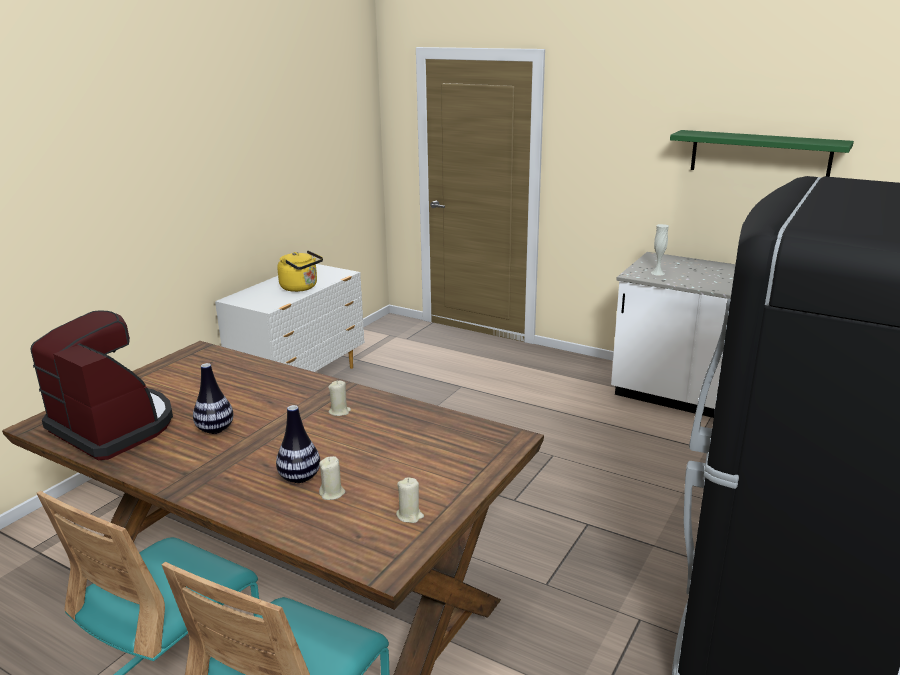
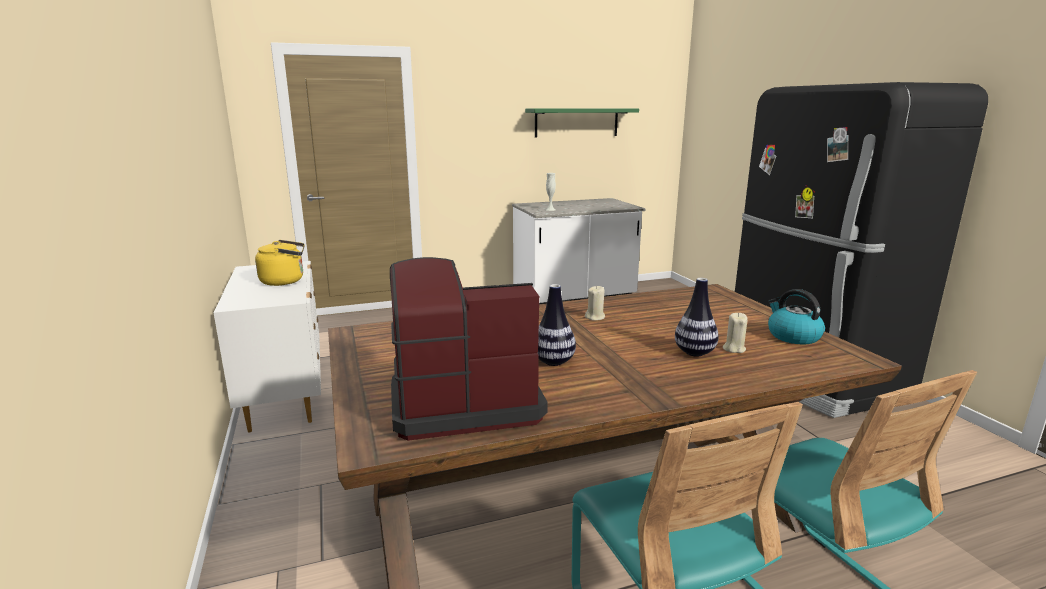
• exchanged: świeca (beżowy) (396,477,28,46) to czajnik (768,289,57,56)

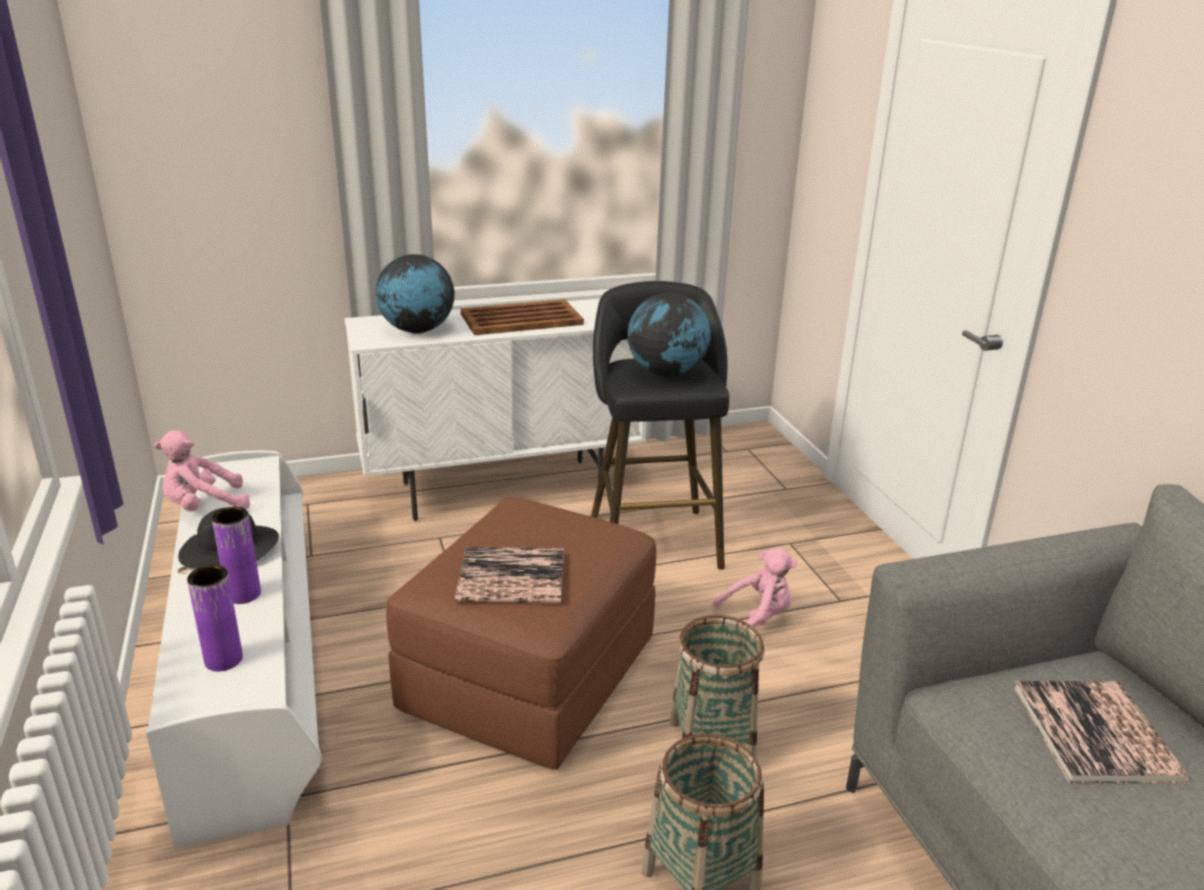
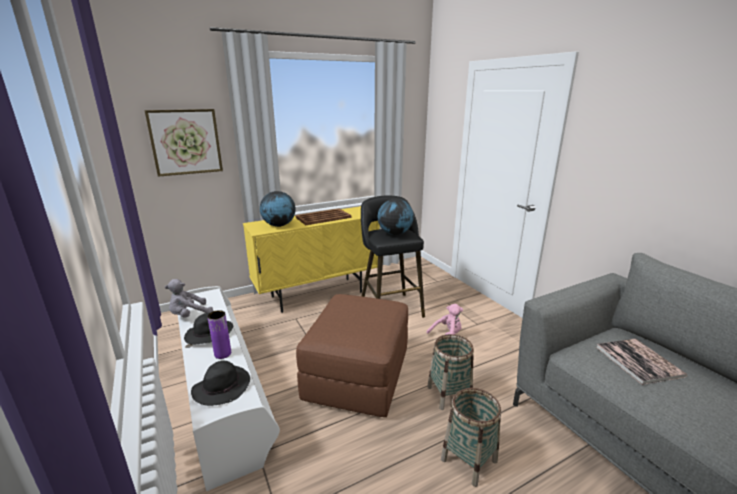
• appeared: obraz (145,109,78,68)
• colour: pluszak (różowy) (154,430,96,81) to pluszak (szary) (165,279,48,39)
• exchanged: wazon (fioletowy) (187,565,56,106) to kapelusz (czarny) (191,361,59,45)
• colour: szafka (biały) (344,299,302,222) to szafka (żółty) (243,206,137,107)
• missing: książka (455,547,109,56)

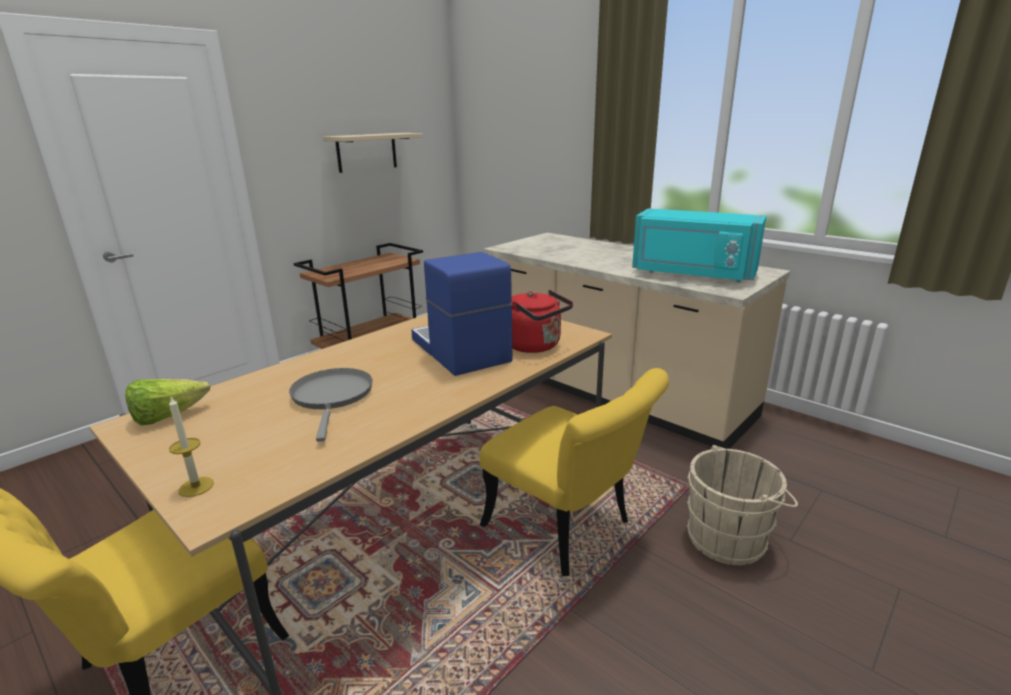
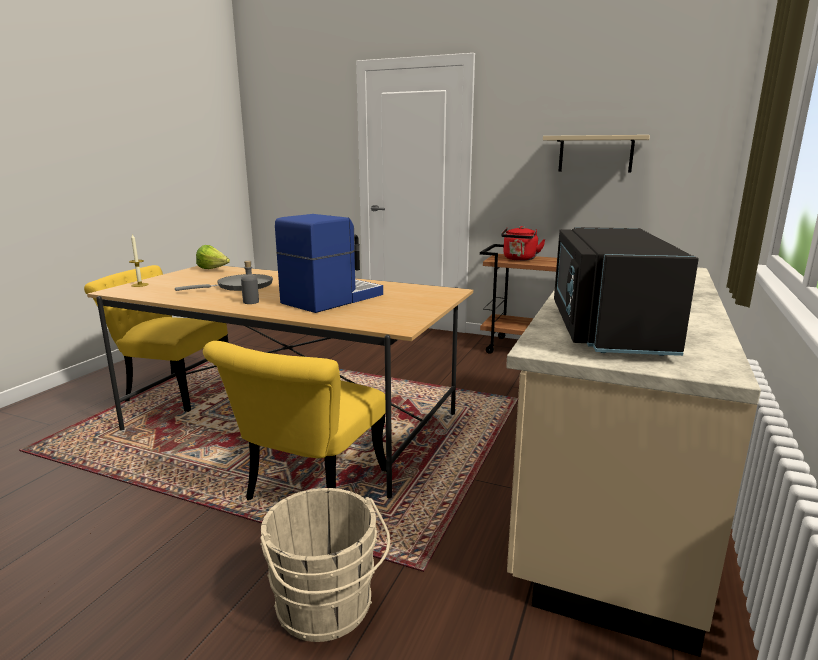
• appeared: butelka (szary) (241,261,18,43)
• relocated: czajnik (czerwony) (512,290,61,63) to (501,226,45,35)
• colour: mikrofalówka (turkusowy) (632,209,135,73) to mikrofalówka (czarny) (554,227,145,129)

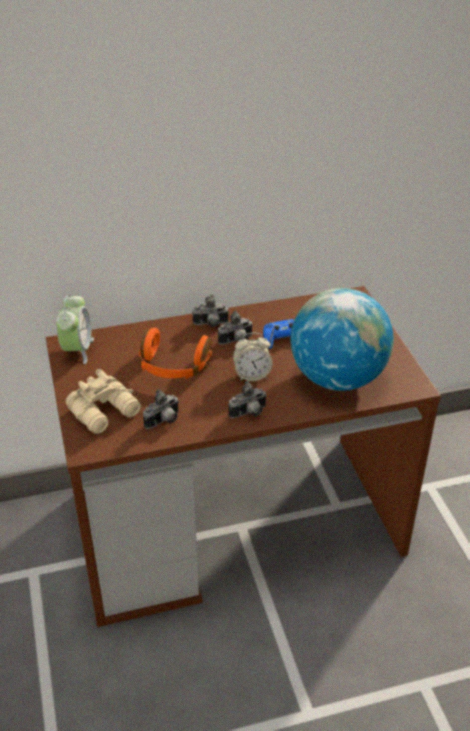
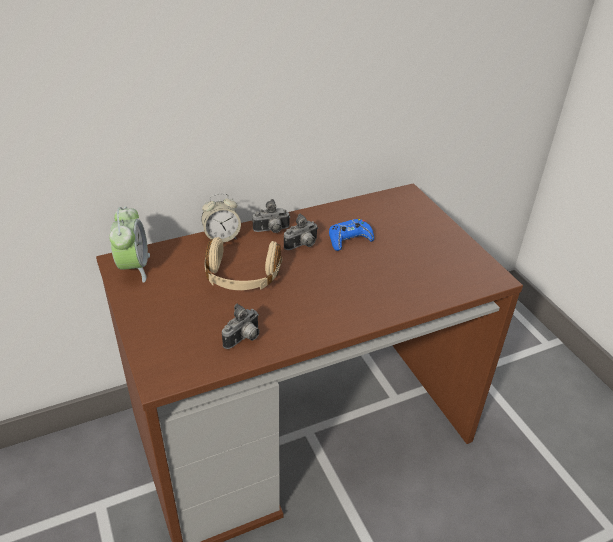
• relocated: budzik (233,333,40,48) to (201,193,40,49)
• colour: słuchawki (pomarańczowy) (139,328,73,51) to słuchawki (beżowy) (204,237,78,53)
• missing: lornetka (beżowy) (66,369,75,65)
• missing: aparat fotograficzny (229,381,38,37)
• missing: globus (291,288,103,103)

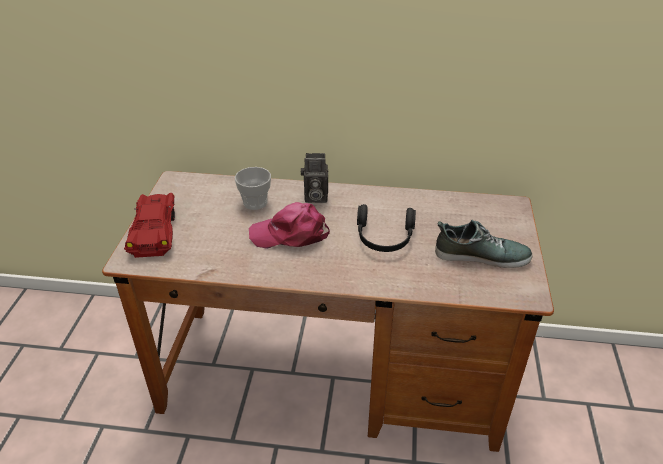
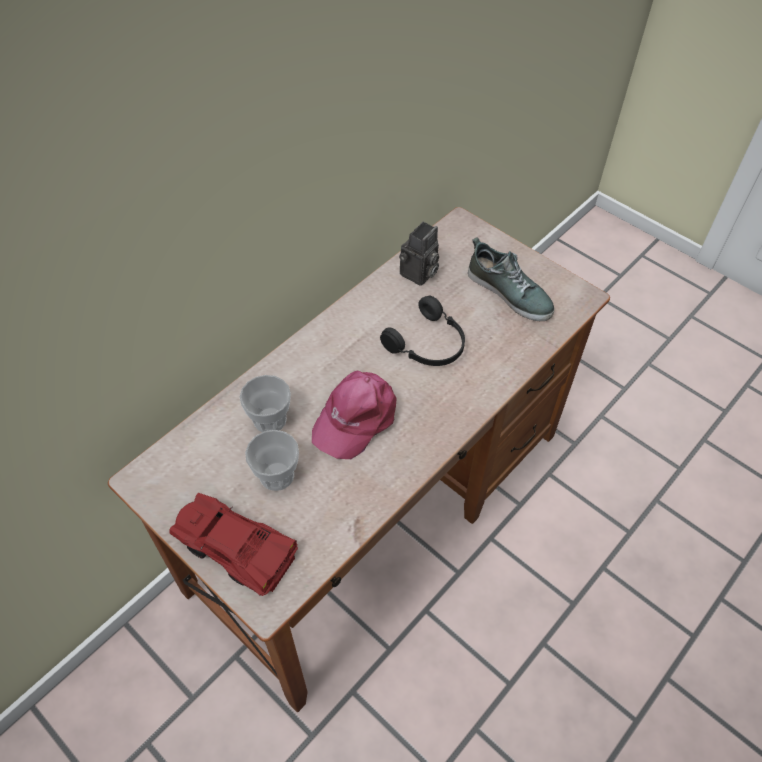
• appeared: filiżanka (245,430,54,61)
• relocated: aparat fotograficzny (301,153,27,50) to (399,222,40,64)
• spun: but (435,220,98,48) = (468,237,86,84) 90 degrees clockwise

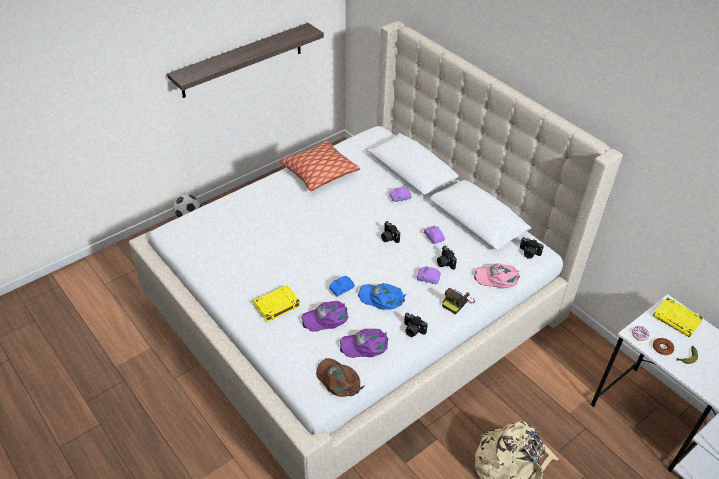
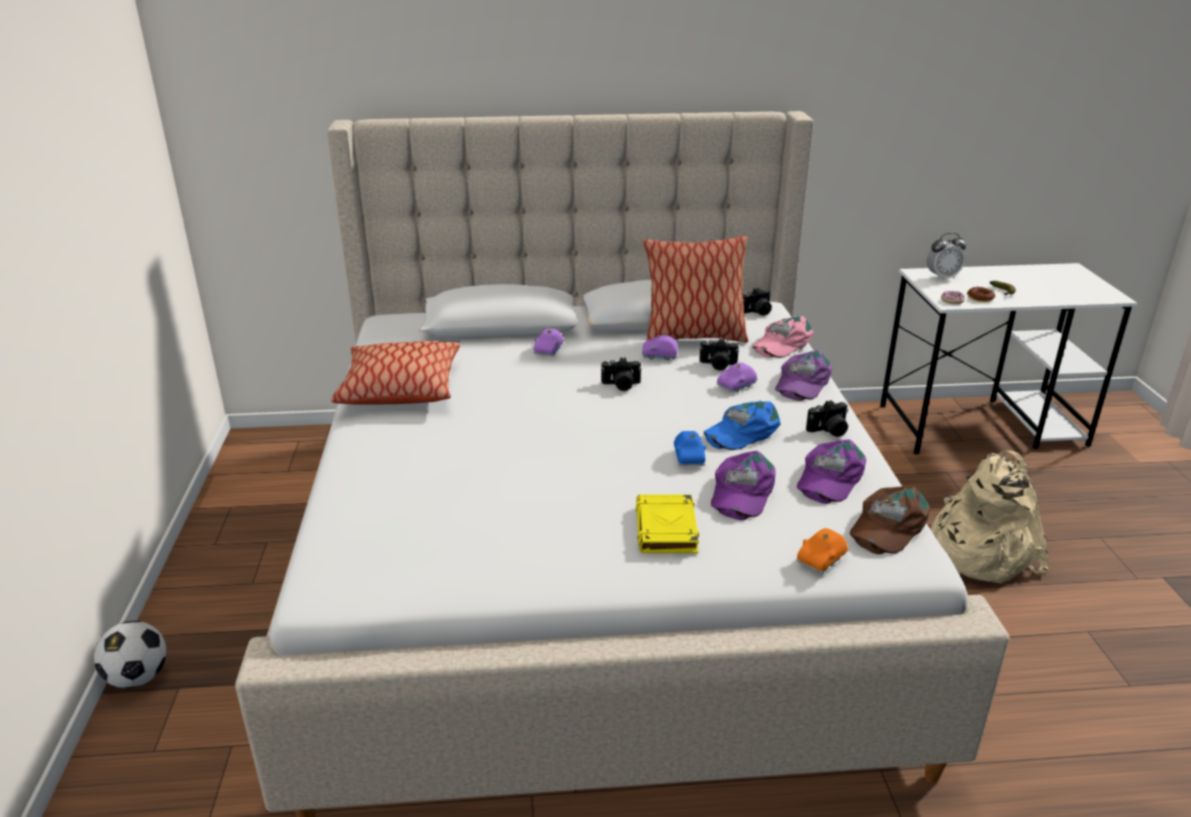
• appeared: poduszka (643,236,105,106)
• exchanged: aparat fotograficzny (442,288,33,26) to czapka z daszkiem (fioletowy) (775,350,57,51)
• appeared: samochodzik (pomarańczowy) (796,528,52,46)
• spun: czapka z daszkiem (brązowy) (316,358,49,39) = (850,486,81,68) 45 degrees counterclockwise
• exchanged: książka (żółty) (653,297,51,41) to budzik (927,233,39,47)
• missing: półka (167,23,157,75)

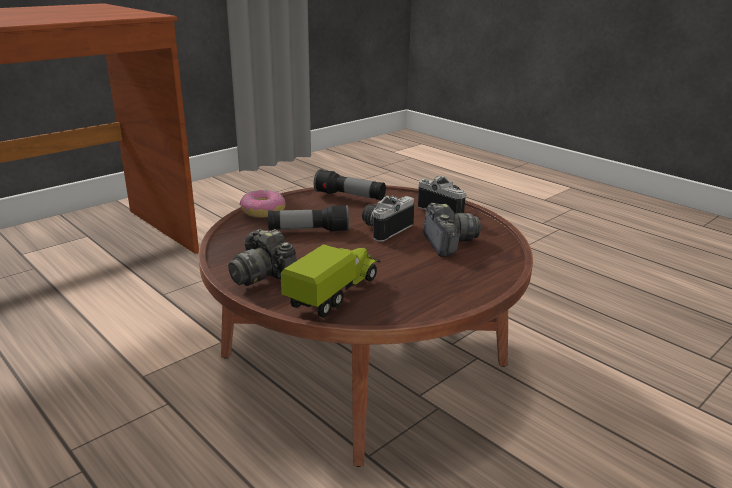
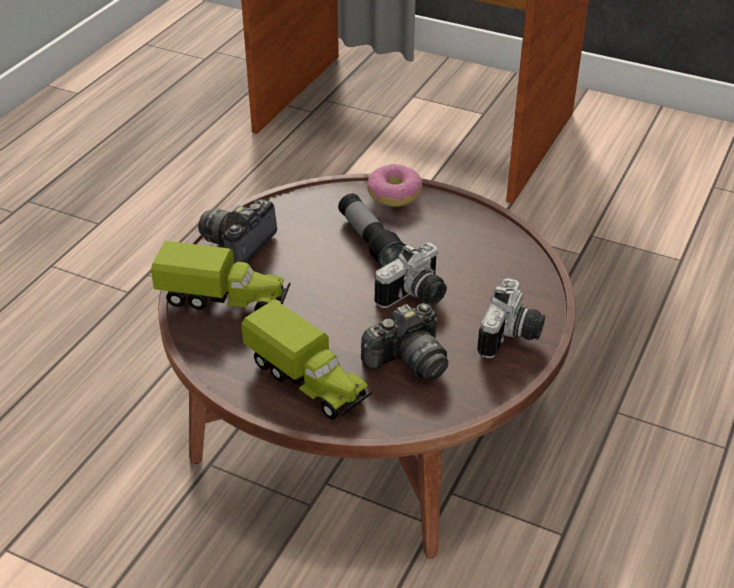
• appeared: ciężarówka zabawkowa (241,299,131,121)
• spun: aparat fotograficzny (362,195,53,47) = (375,243,72,65) 120 degrees clockwise
• missing: latarka (314,169,72,31)

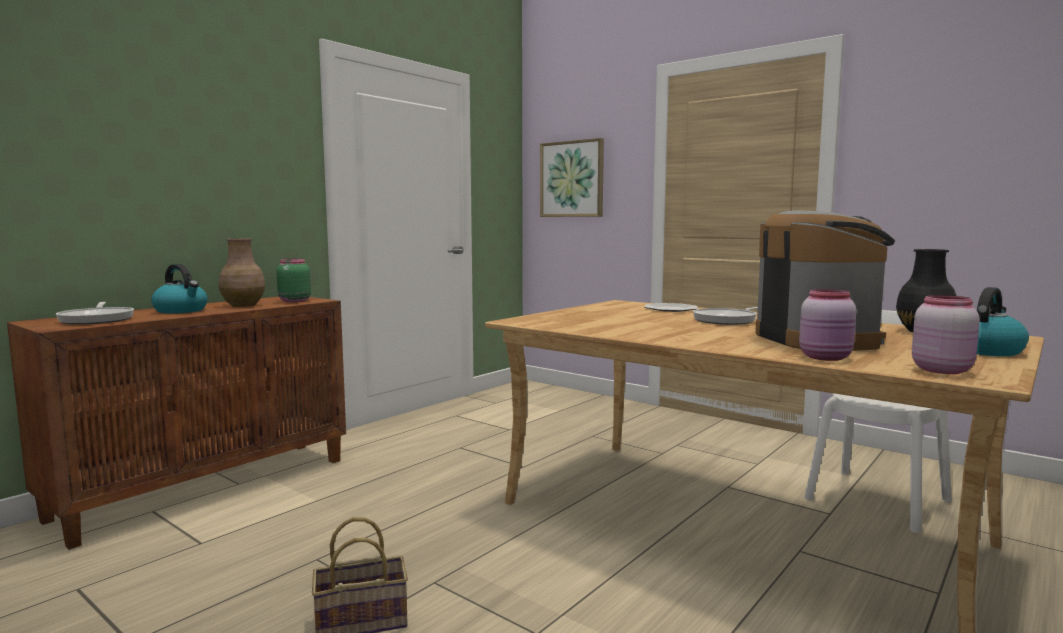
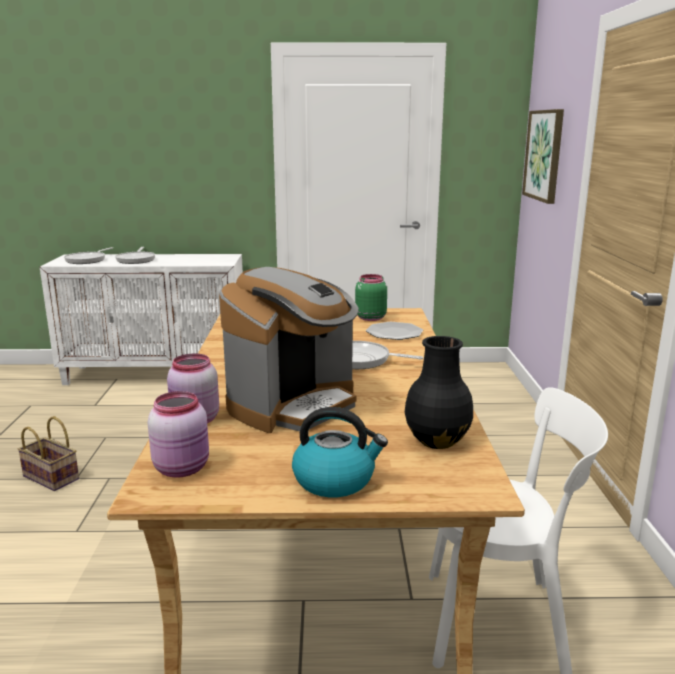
• colour: szafka (brązowy) (7,297,339,253) to szafka (biały) (40,254,203,131)
• exchanged: czajnik (151,264,57,50) to patelnia (115,247,40,17)
• relocated: słoik (zielony) (276,259,35,44) to (355,274,32,47)
• missing: wazon (brązowy) (219,238,46,69)

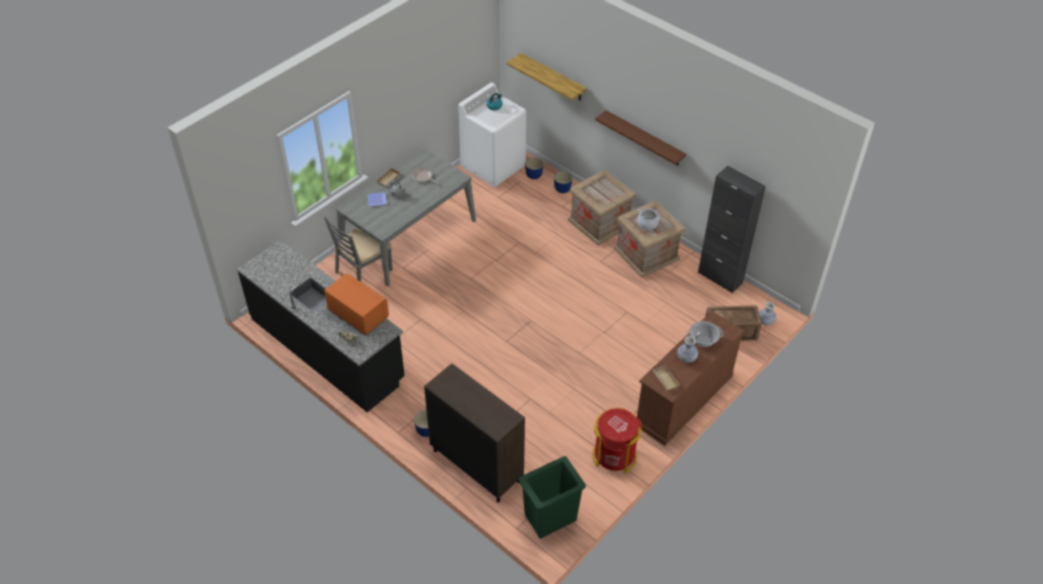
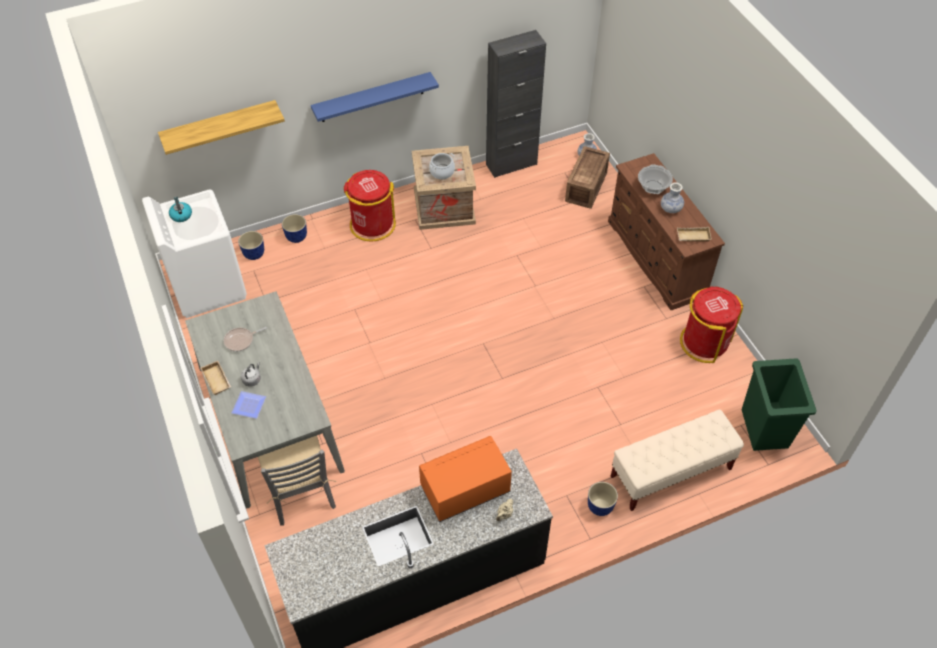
• colour: półka (brązowy) (595,110,91,56) to półka (niebieski) (311,72,128,50)
• exchanged: skrzynka (568,169,68,77) to kosz na śmieci (czerwony) (344,170,52,72)
• exchanged: szafka (brązowy) (424,363,101,140) to ławka (beżowy) (611,409,133,102)

